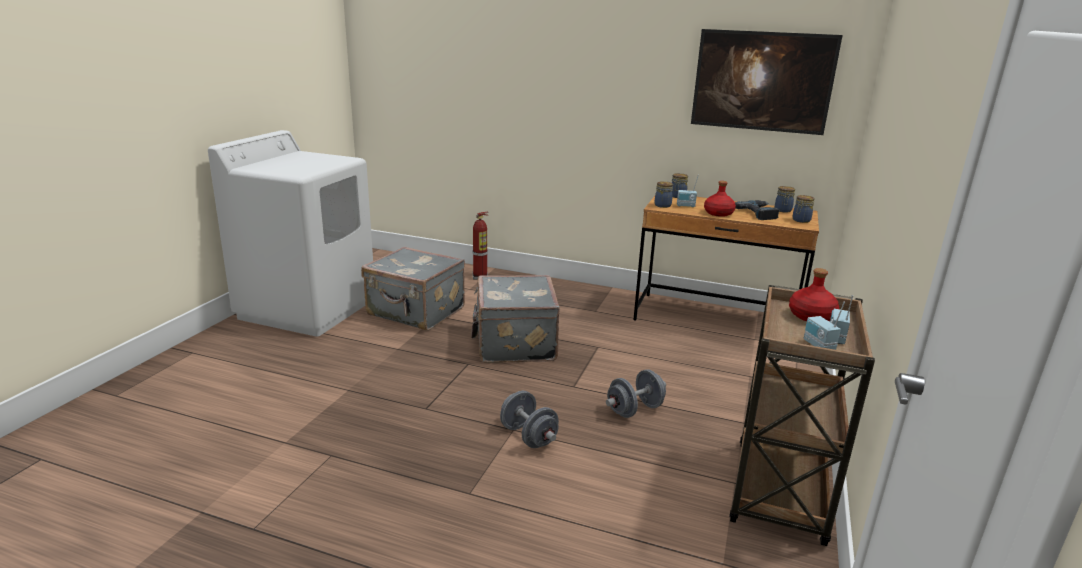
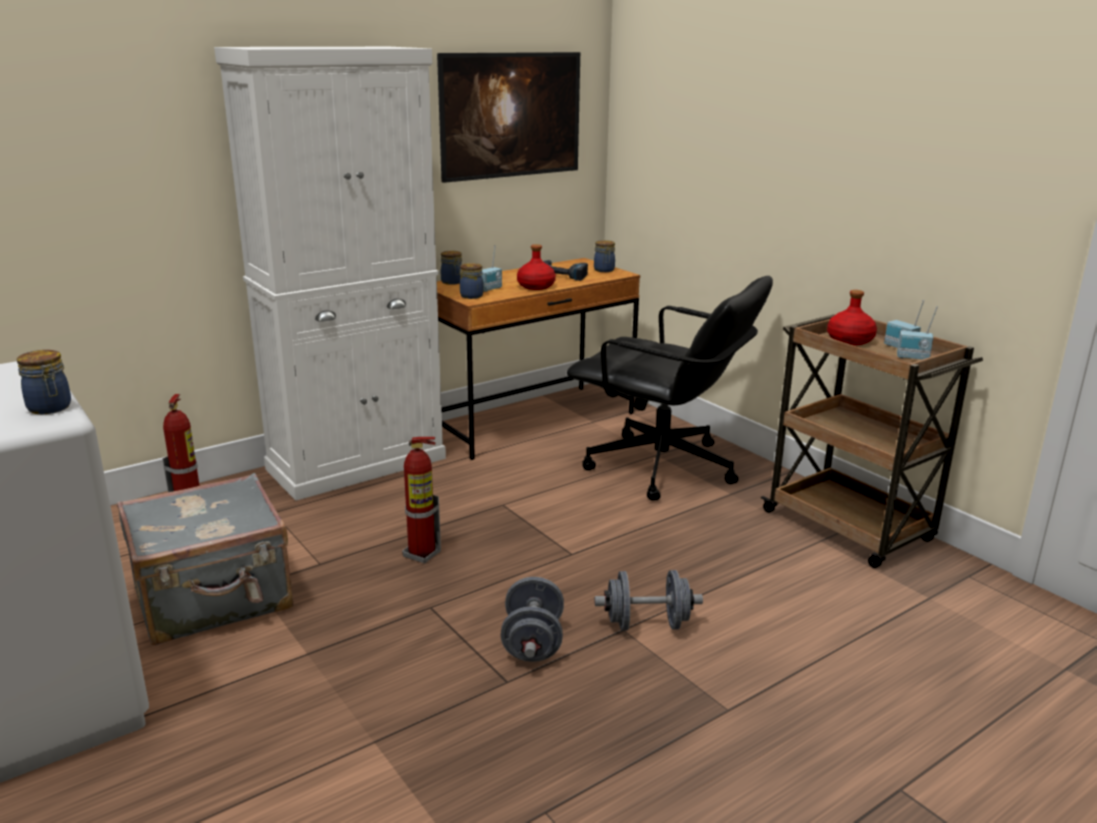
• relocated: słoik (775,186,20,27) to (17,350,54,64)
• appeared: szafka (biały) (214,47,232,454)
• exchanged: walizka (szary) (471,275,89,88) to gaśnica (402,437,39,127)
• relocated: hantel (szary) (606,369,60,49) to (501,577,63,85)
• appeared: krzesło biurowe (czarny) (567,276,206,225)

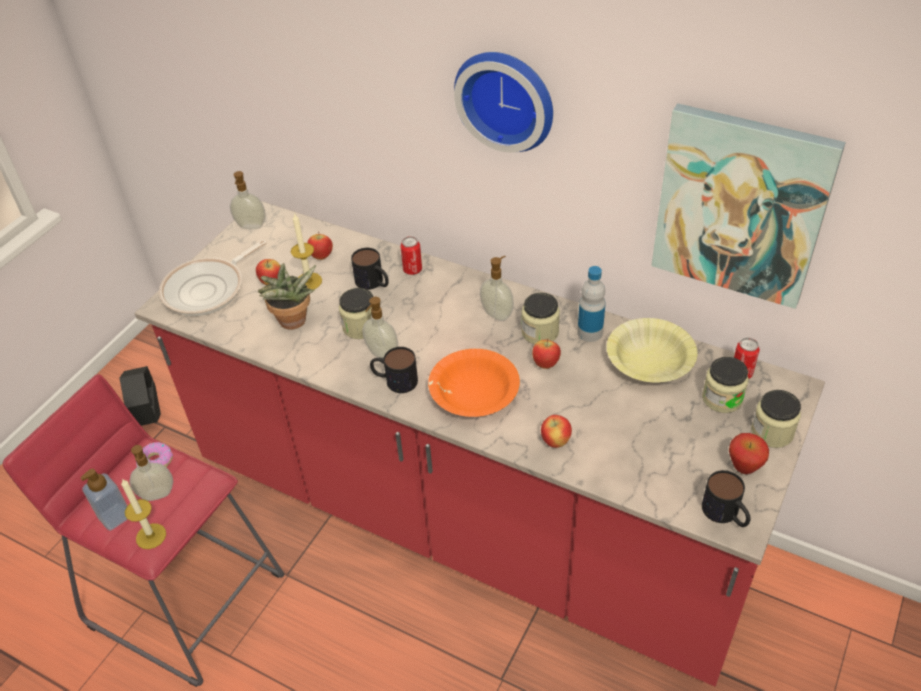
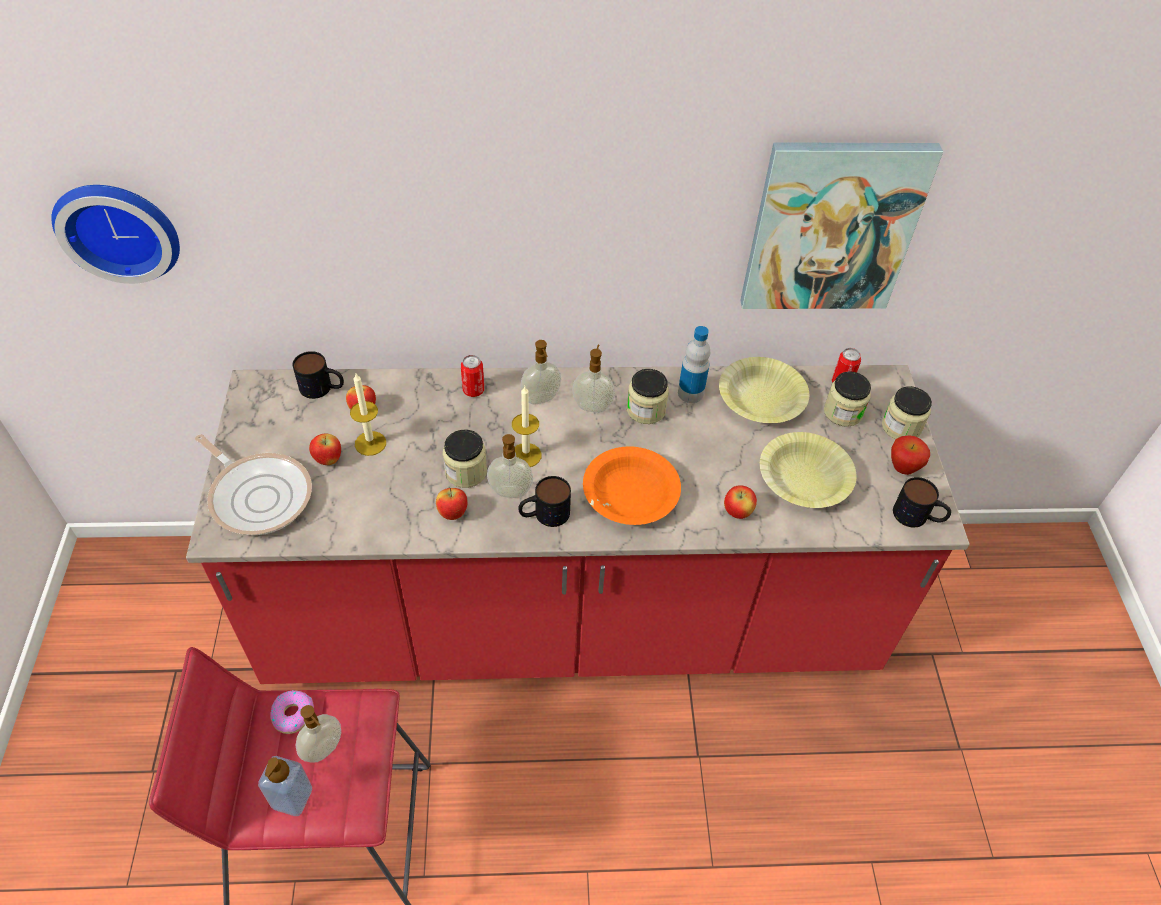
• relocated: zegar ścienny (454,52,99,101) to (51,185,129,99)
• spun: patelnia (159,240,107,76) = (195,434,117,101) 60 degrees counterclockwise
• relocated: kubek (351,248,38,42) to (293,351,51,48)
• relocated: jabłko (532,338,29,31) to (436,488,32,32)
• relocated: świeca (121,478,45,71) to (512,386,30,81)
• relocated: dozownik mydła (230,171,36,58) to (520,340,41,64)
• appeared: miska (żółty) (760,432,96,76)
• missing: donica (czarny) (120,366,41,60)
• missing: roślina doniczkowa (258,263,58,67)

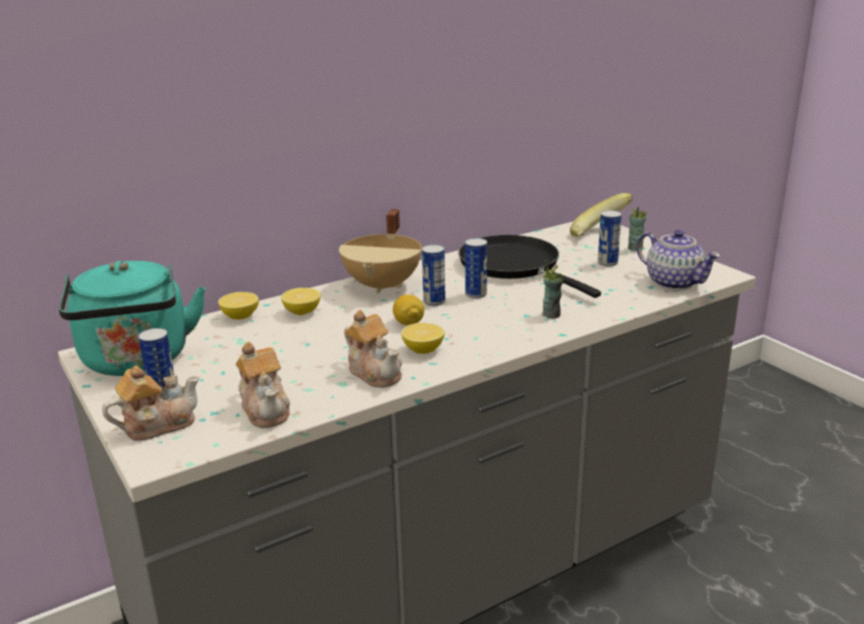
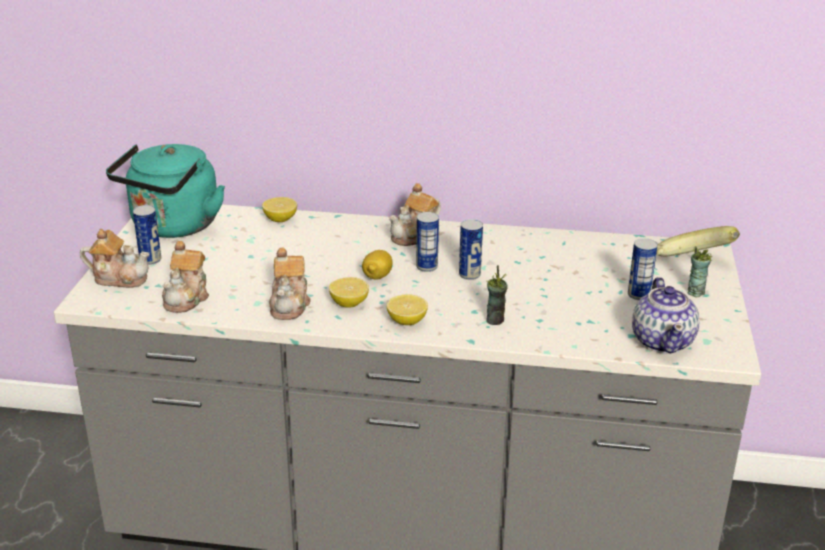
• relocated: cytryna (281,288,40,27) to (387,294,41,31)
• exchanged: garnek (beżowy) (339,209,83,85) to imbryk (388,183,53,63)
• missing: patelnia (czarny) (458,235,143,63)

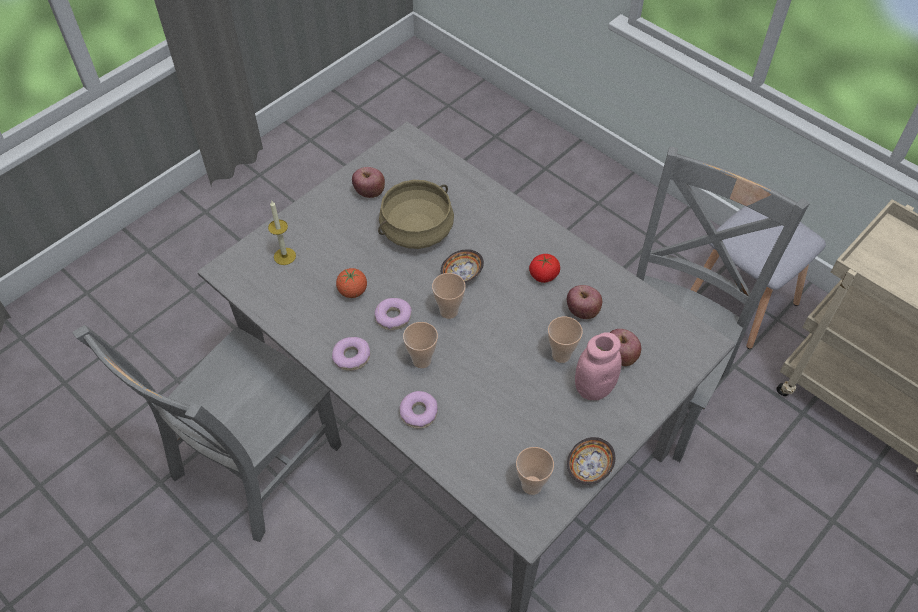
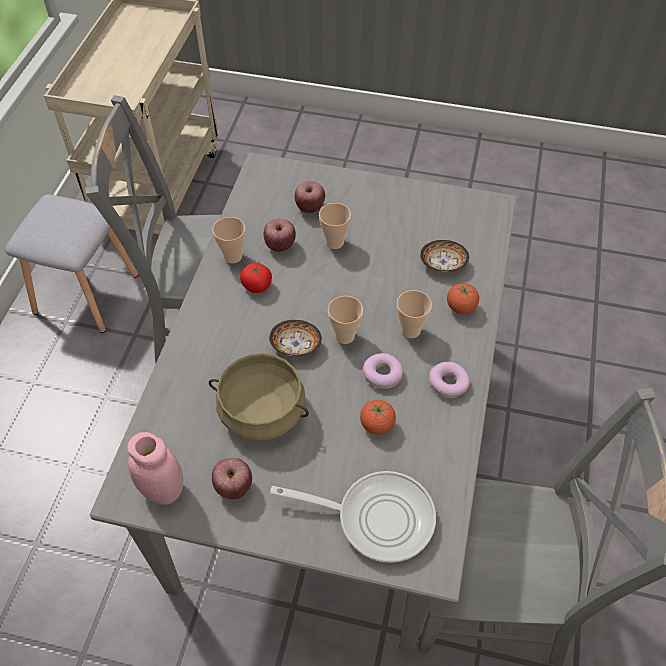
• relocated: słoik (różowy) (575,332,47,68) to (127,432,56,73)
• relocated: filiżanka (516,447,38,48) to (212,217,33,46)
• exchanged: świeca (268,201,28,64) to patelnia (270,471,166,92)
• relocated: miska (567,437,48,48) to (420,240,49,32)
• exchanged: donut (399,391,39,38) to pomidor (447,283,32,31)

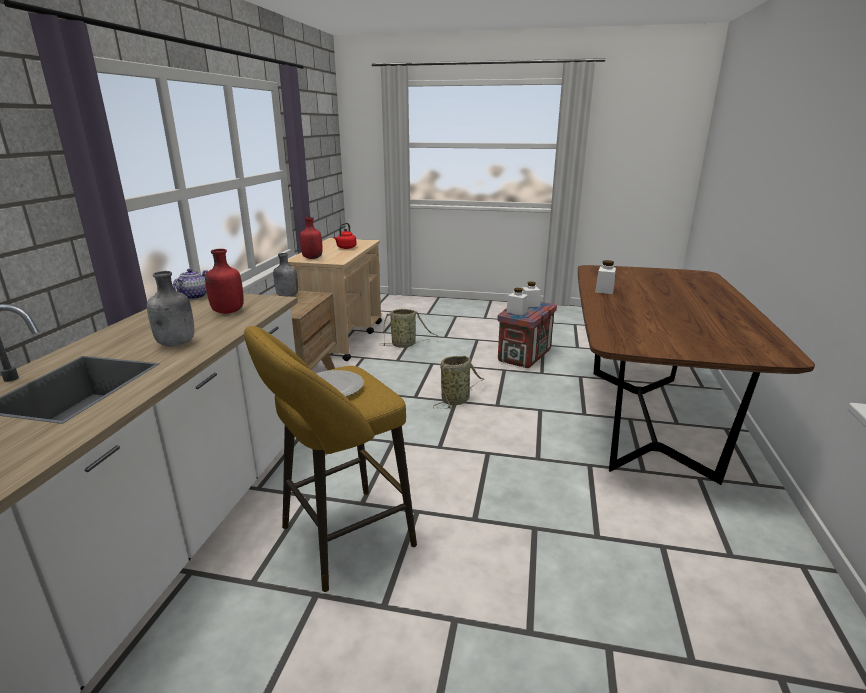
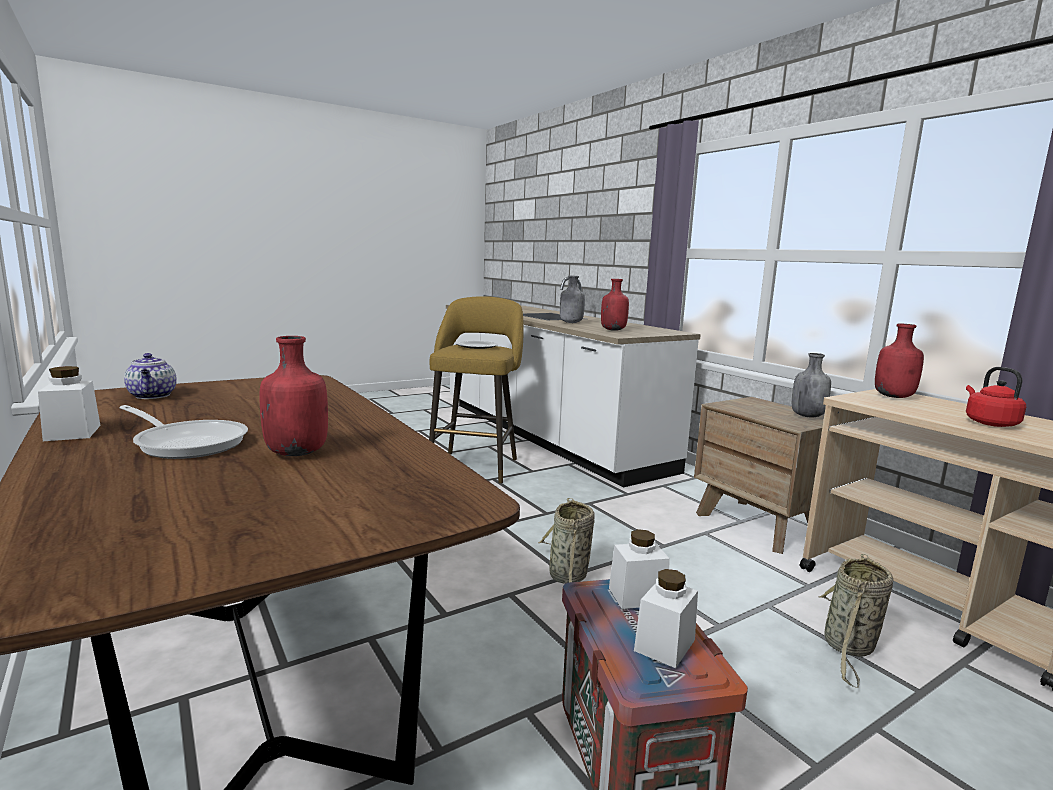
• relocated: słoik (biały) (595,260,21,34) to (38,366,63,75)
• appeared: patelnia (119,405,129,54)
• relocated: imbryk (172,269,36,31) to (124,353,53,46)
• appeared: butelka (czerwony) (260,336,68,120)

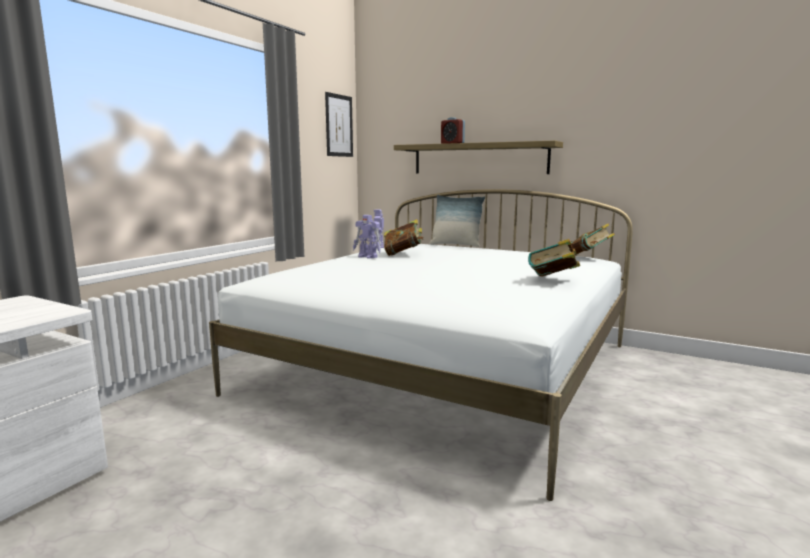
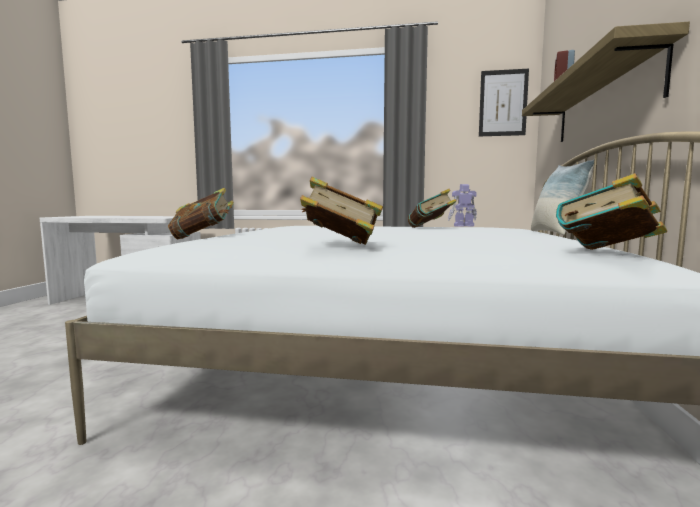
• appeared: książka (168,188,66,51)
• missing: robot zabawkowy (353,215,28,44)

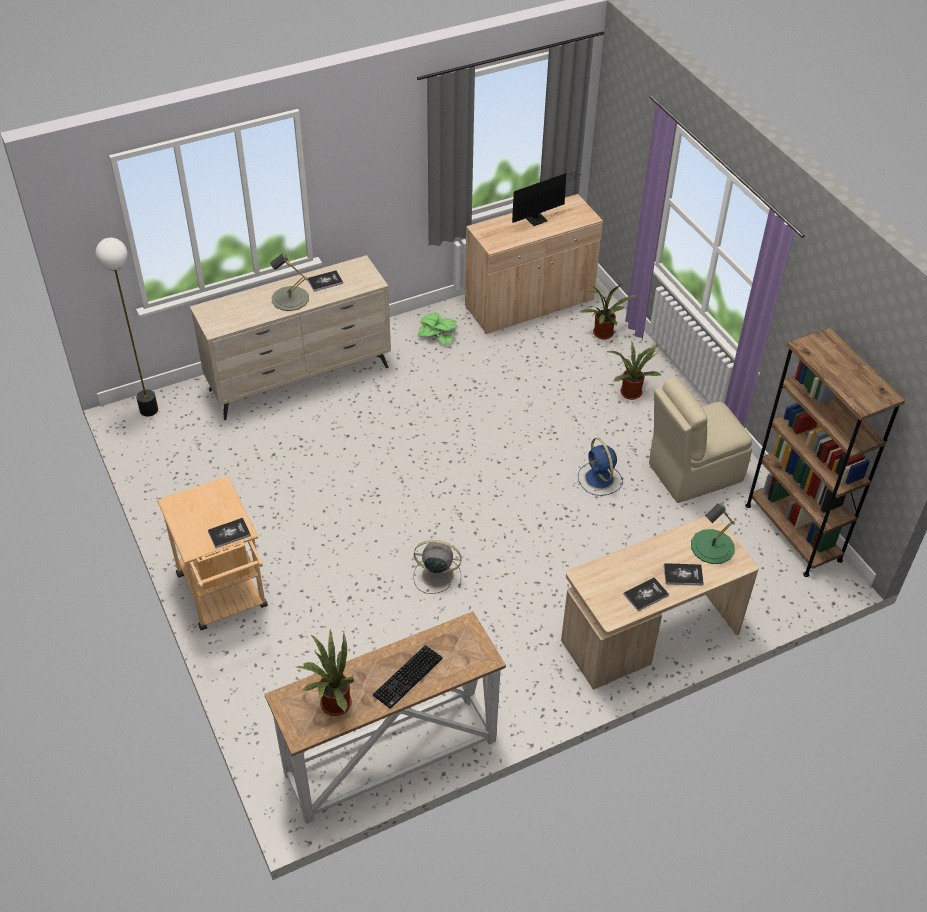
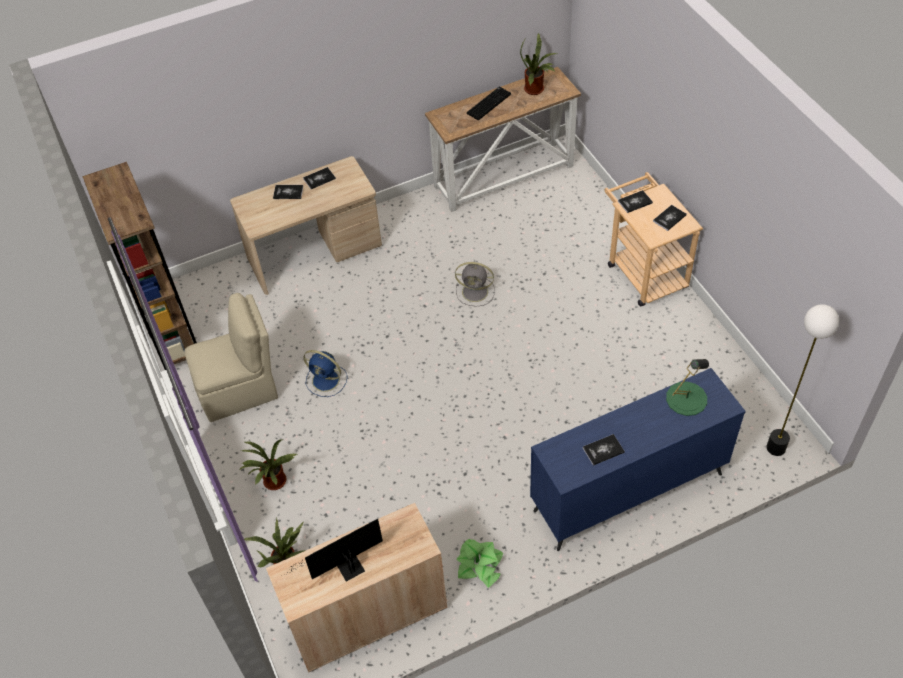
• spun: wentylator (niebieski) (578,438,45,58) = (303,350,44,47) 135 degrees clockwise
• colour: komoda (beżowy) (190,255,201,165) to komoda (niebieski) (530,368,216,183)
• appeared: książka (653,205,34,26)
• relocated: lampa stołowa (zielony) (691,503,44,61) to (666,359,43,57)
• missing: lampa stołowa (szary) (270,253,39,58)

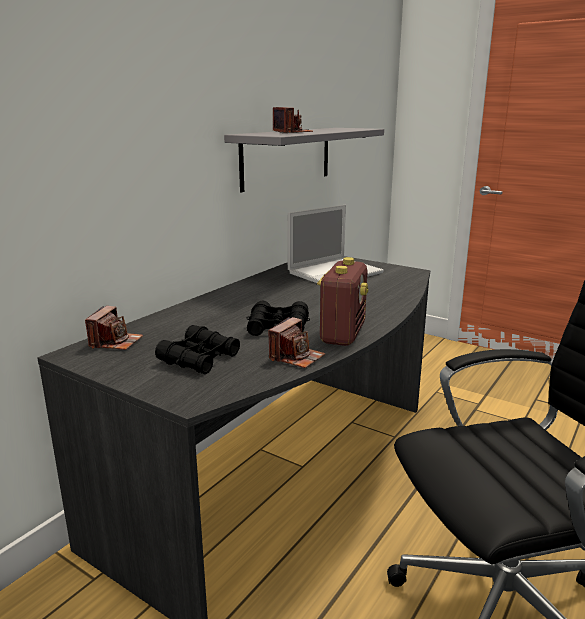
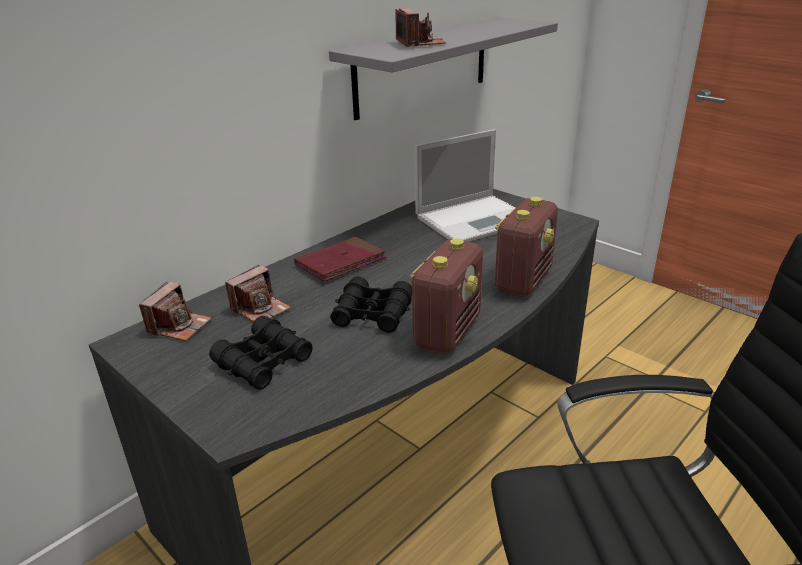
• relocated: aparat fotograficzny (268,317,58,51) to (225,265,66,57)
• appeared: książka (czerwony) (294,237,92,45)
• appeared: radio (495,197,63,100)

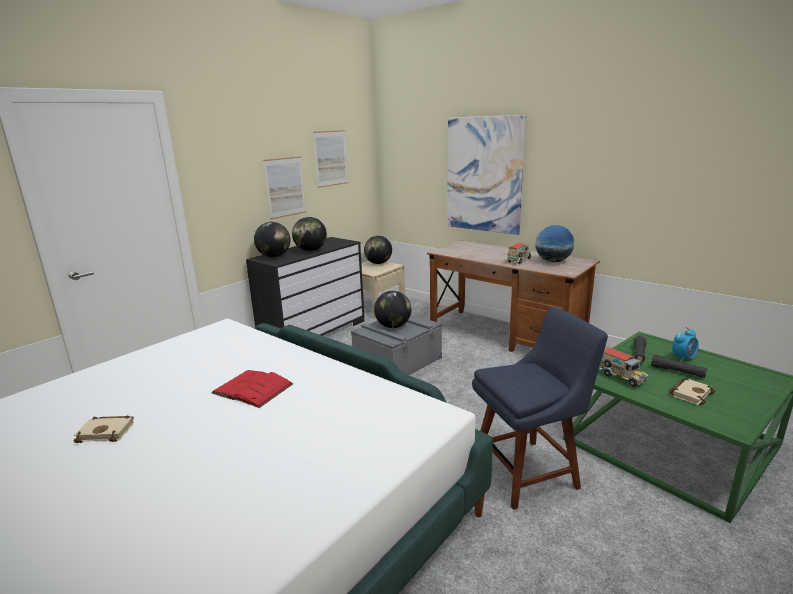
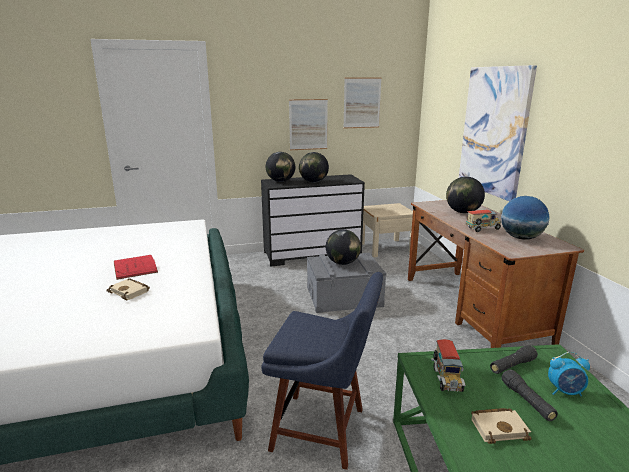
• relocated: książka (beżowy) (73,416,61,27) to (106,278,44,22)
• relocated: globus (364,236,28,28) to (446,177,39,36)

